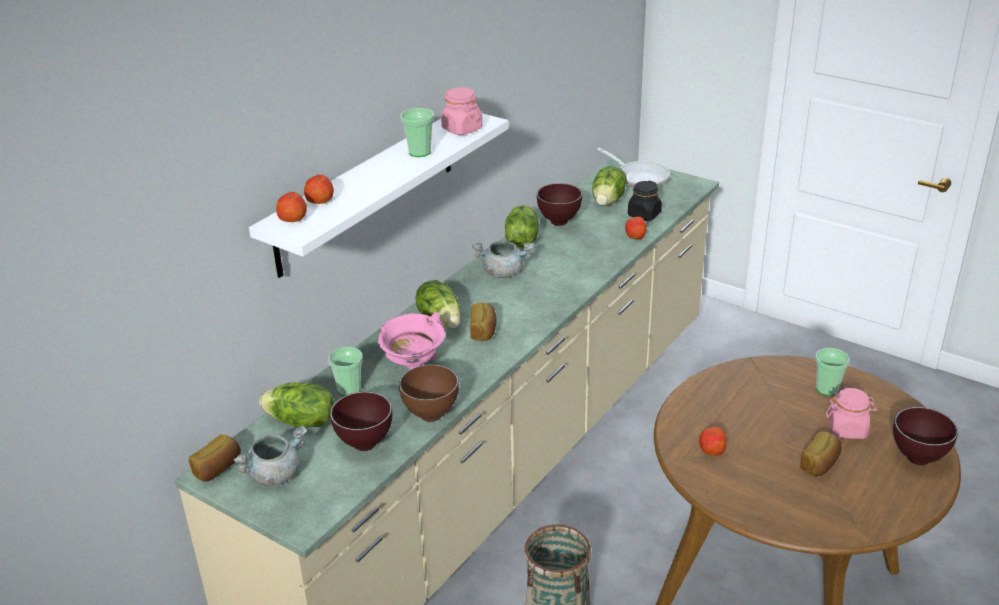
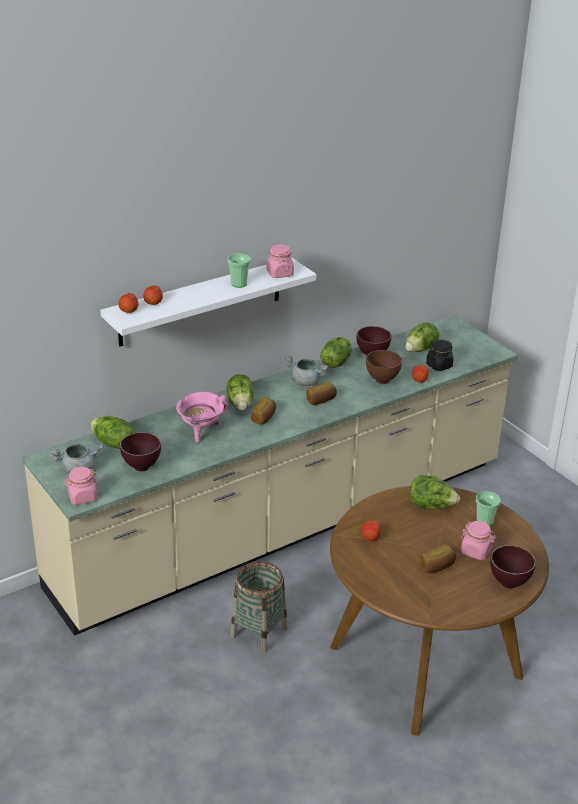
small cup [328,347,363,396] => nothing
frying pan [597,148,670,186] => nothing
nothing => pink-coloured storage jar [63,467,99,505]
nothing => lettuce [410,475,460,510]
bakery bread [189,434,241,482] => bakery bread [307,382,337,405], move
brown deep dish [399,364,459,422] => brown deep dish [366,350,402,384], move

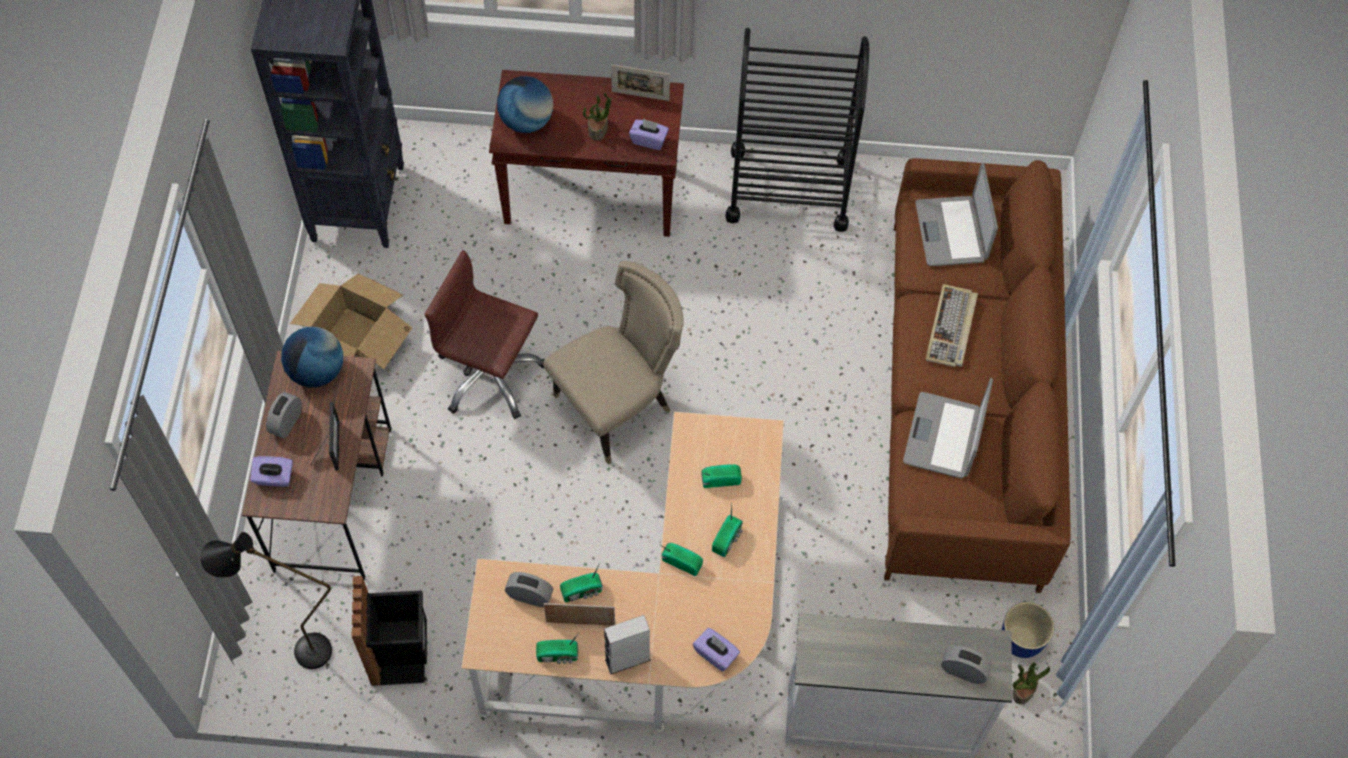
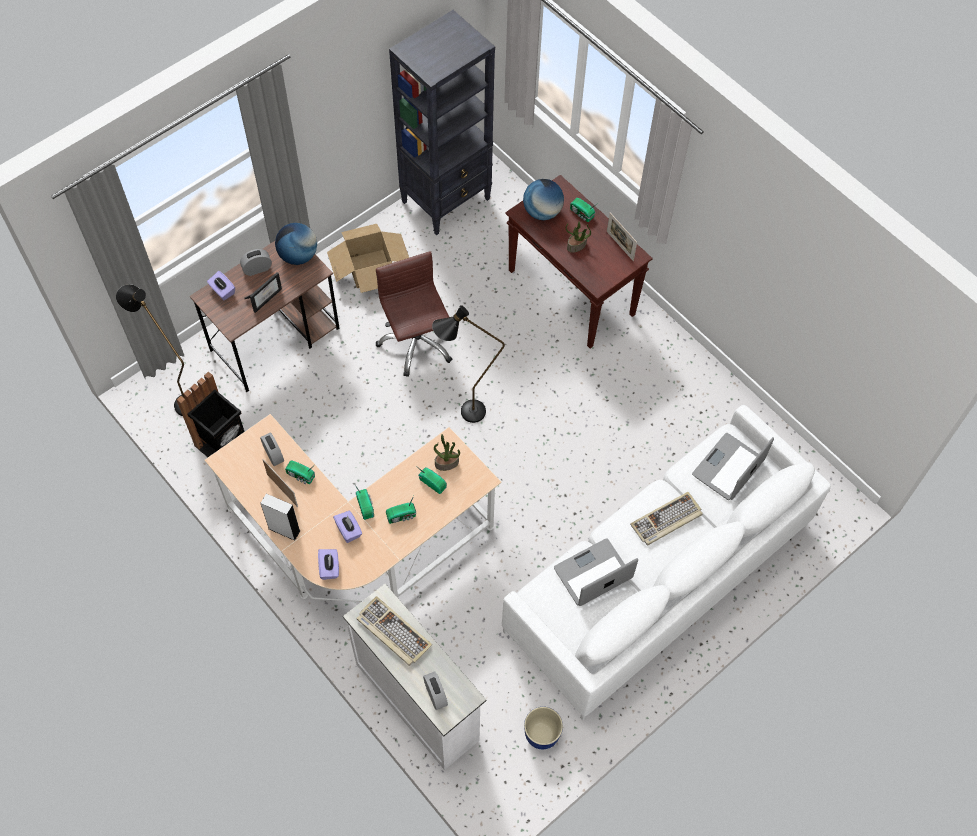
black-coloured cart [725,28,869,232] => nothing
nothing => PC keyboard [357,596,432,666]
radio set [536,633,579,664] => radio set [570,198,598,222], move
purple-coloured box of tissues [629,119,669,150] => purple-coloured box of tissues [333,511,362,543], move
plant in a pot [1012,662,1050,704] => plant in a pot [434,434,460,471], move
beige upright chair [543,261,684,465] => black-coloured floor lamp [432,305,505,423]
brown couch [884,158,1071,593] => whitish couch [502,405,831,720]

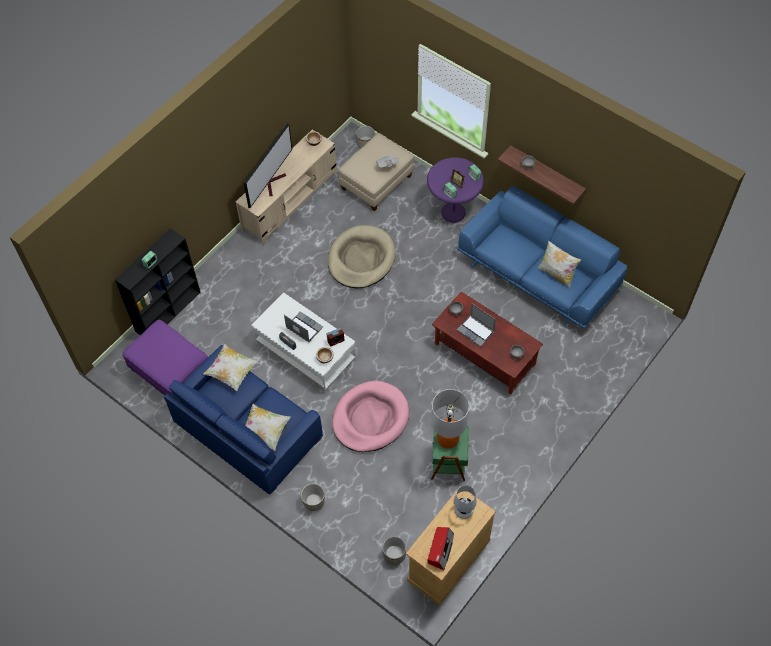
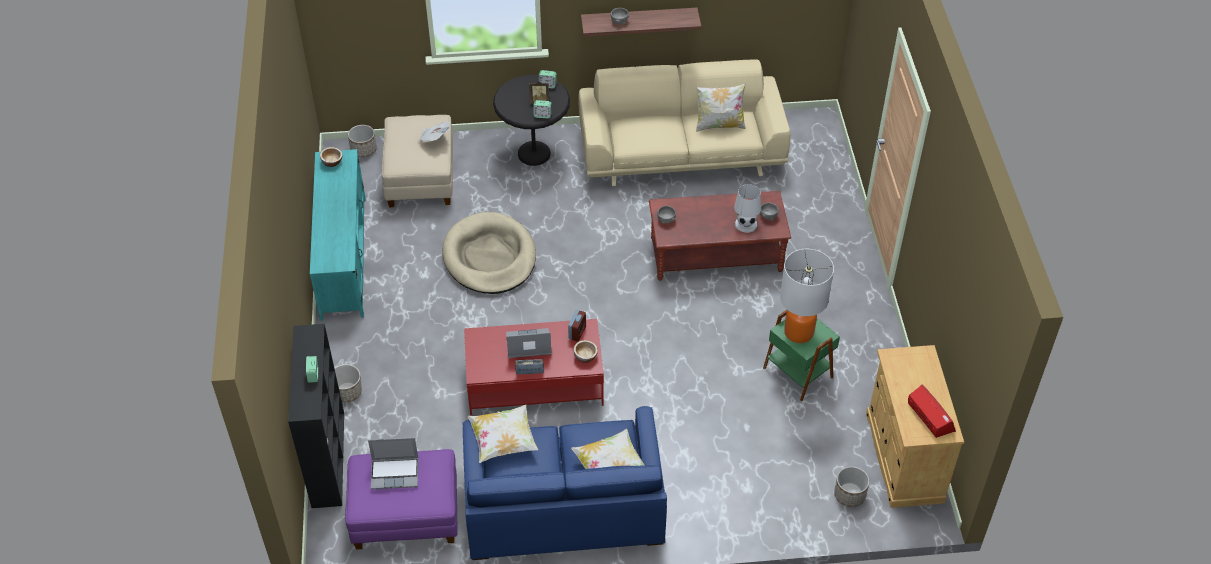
television [244,123,292,208] => nothing
pink-coloured pet bed [332,381,409,452] => nothing
planter [301,483,325,511] => planter [334,364,362,402], move
whitish tabletop lamp [454,485,477,519] => whitish tabletop lamp [734,184,761,233], move
notebook computer [457,303,496,347] => notebook computer [368,438,418,489], move
beige media console [236,130,337,245] => turquoise-coloured media console [310,149,365,321]
whitish coffee table [251,292,356,393] => reddish coffee table [464,319,604,416]
purple-coloured accent table [427,158,484,223] => black-coloured accent table [493,75,570,166]
blue couch [457,186,627,328] => beige couch [579,59,790,186]

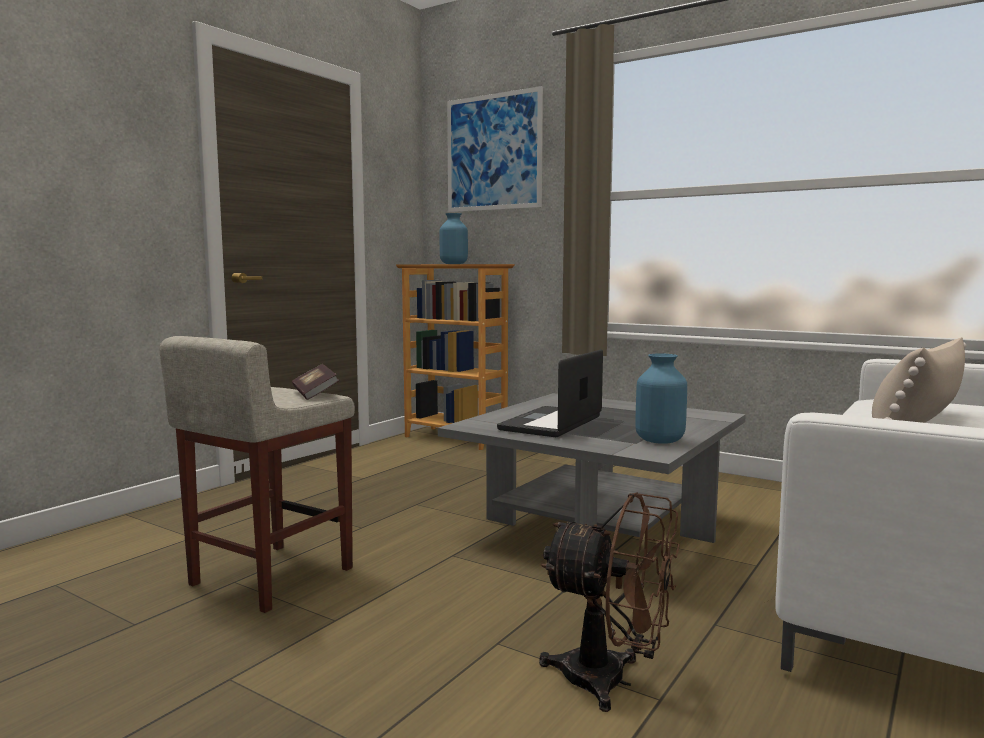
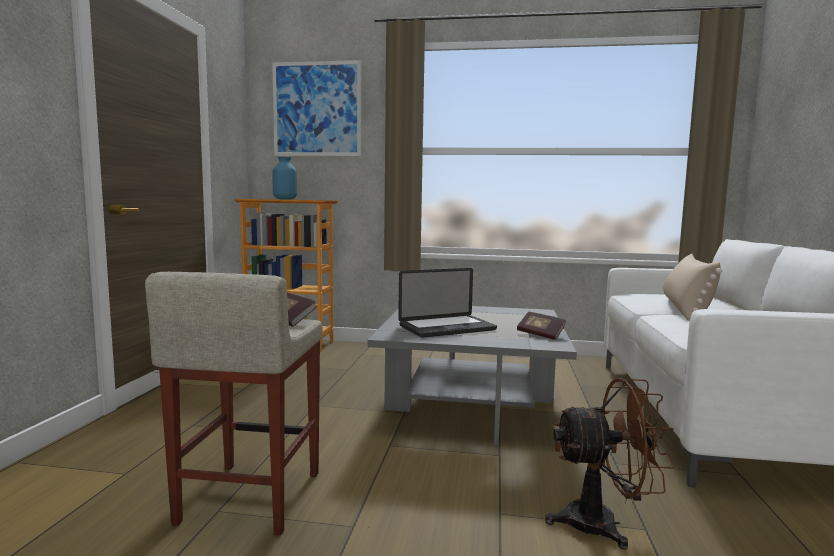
blue vase [635,353,687,444] => volume [517,312,566,340]
notebook computer [497,349,603,437] => notebook computer [398,268,497,338], 120 degrees counterclockwise

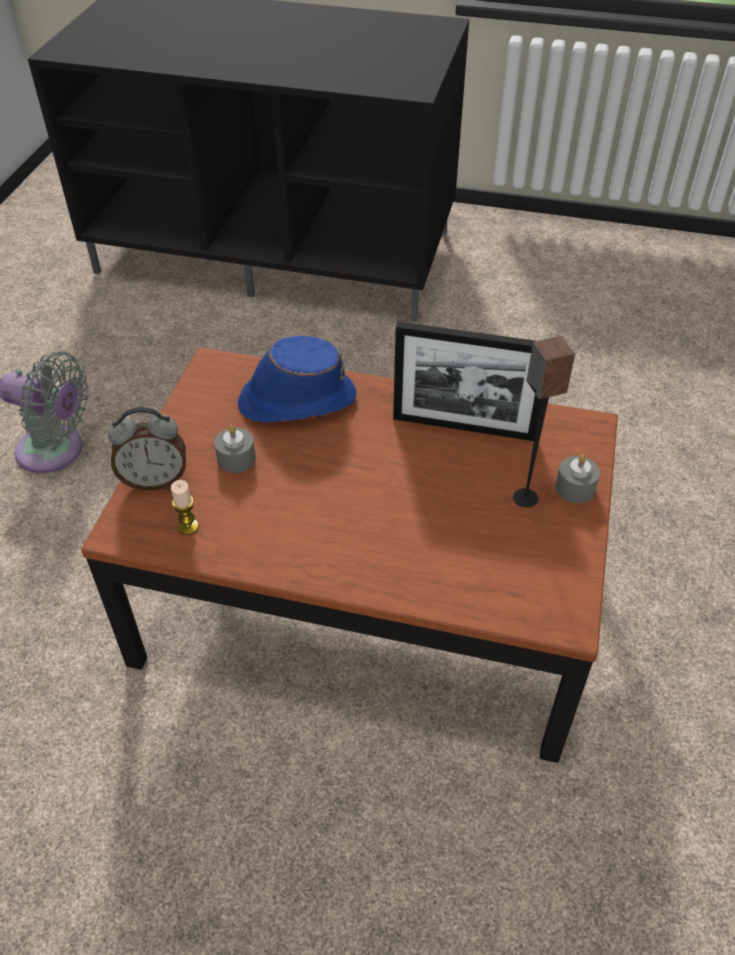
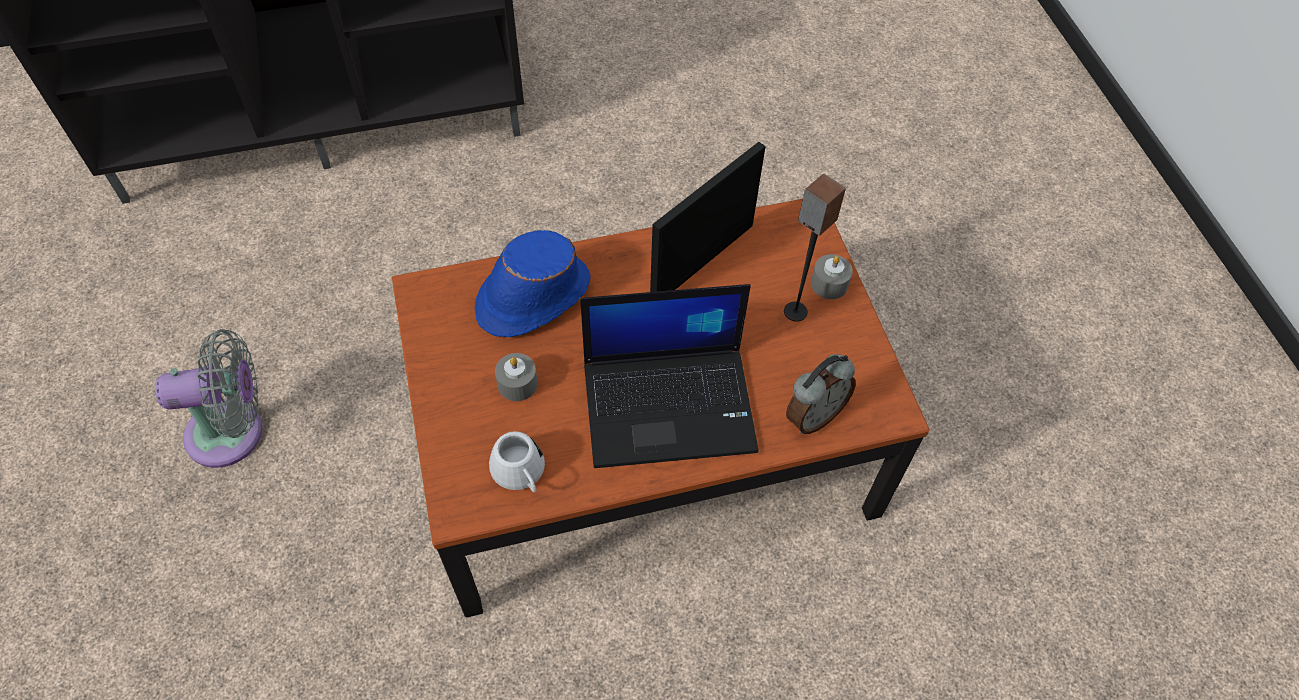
nothing => notebook computer [580,284,759,468]
alarm clock [108,407,186,491] => alarm clock [786,354,856,434], move
candle [171,480,199,535] => whitish mug [489,431,545,493]
standing frame [393,322,541,441] => standing frame [650,142,765,292], 150 degrees clockwise

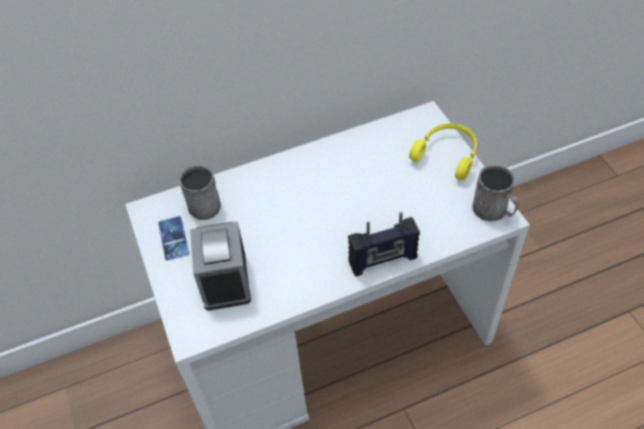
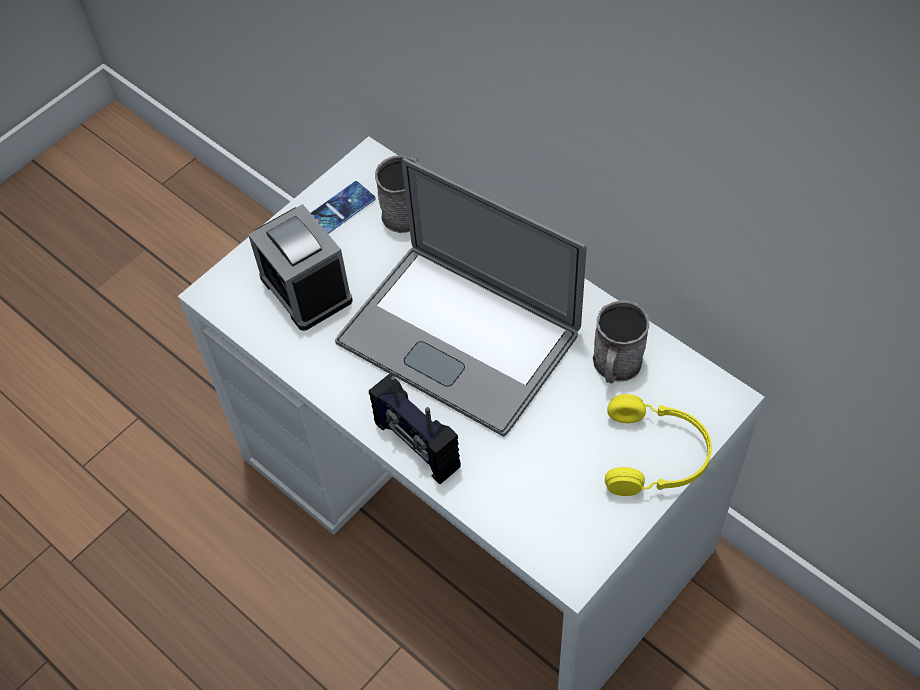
nothing => notebook computer [335,158,586,437]
grey mug [473,165,519,221] => grey mug [593,300,650,384], move
alarm clock [190,222,251,311] => alarm clock [248,204,352,331], 90 degrees counterclockwise

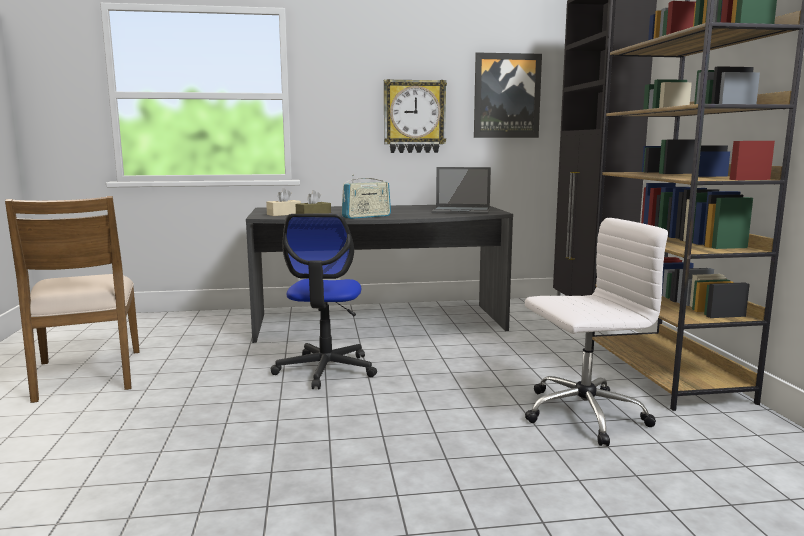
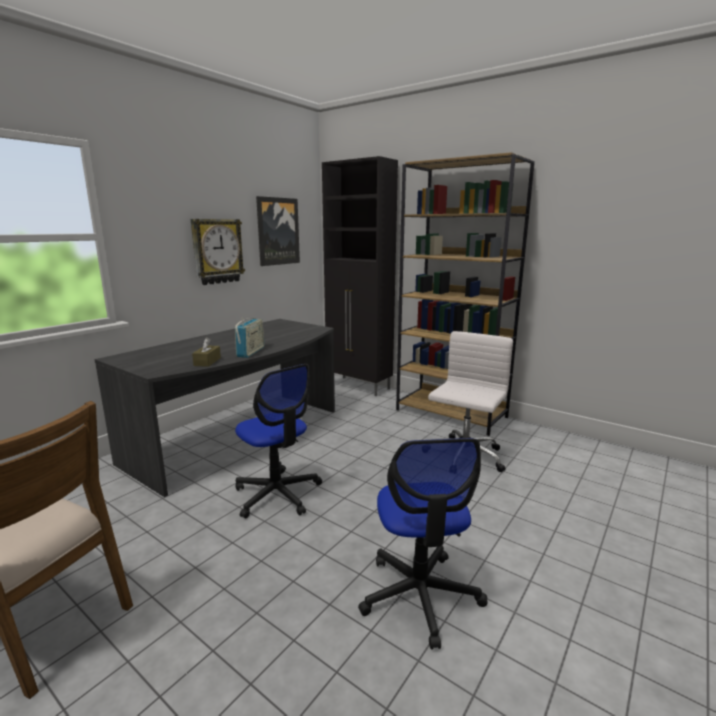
beige box of tissues [266,188,301,216] => nothing
notebook computer [431,167,491,214] => nothing
nothing => computer chair [358,438,487,650]

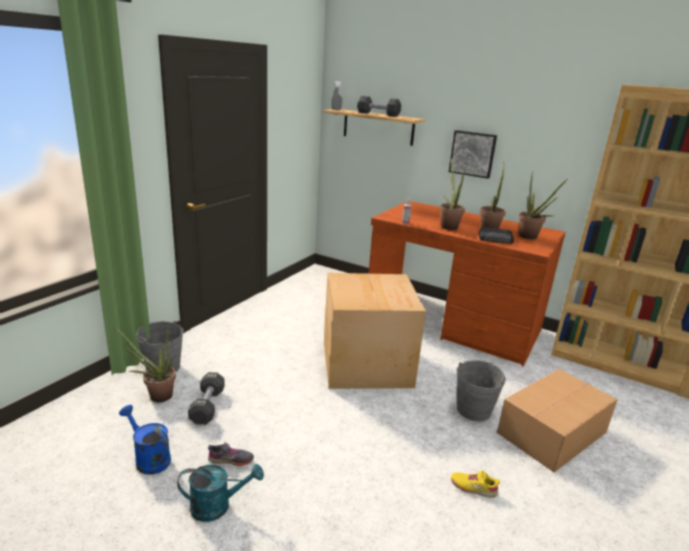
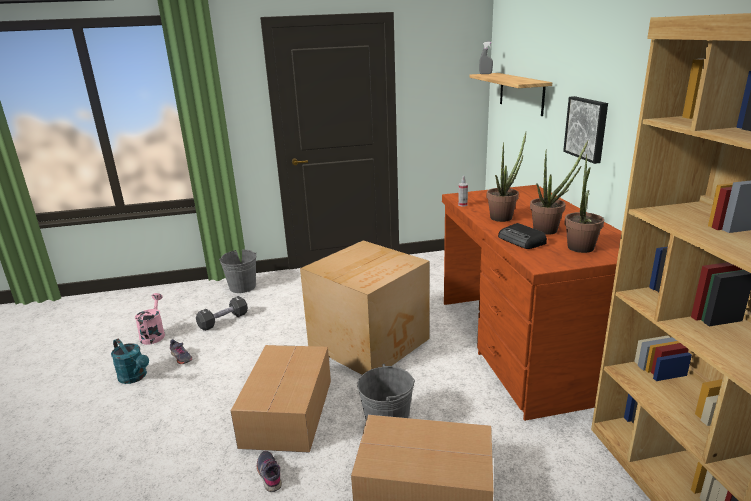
plant in a pot [114,327,176,402] => nothing
black-coloured hand weight [357,96,401,117] => nothing
nothing => carton [231,345,331,453]
blue sprinkling can [119,405,171,475] => pink-coloured sprinkling can [135,293,165,345]
yellow-coloured item of footwear [451,470,500,498] => grey item of footwear [257,451,282,492]

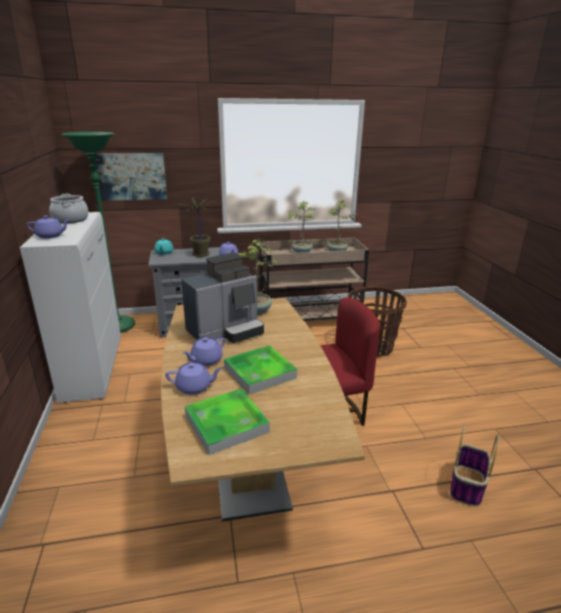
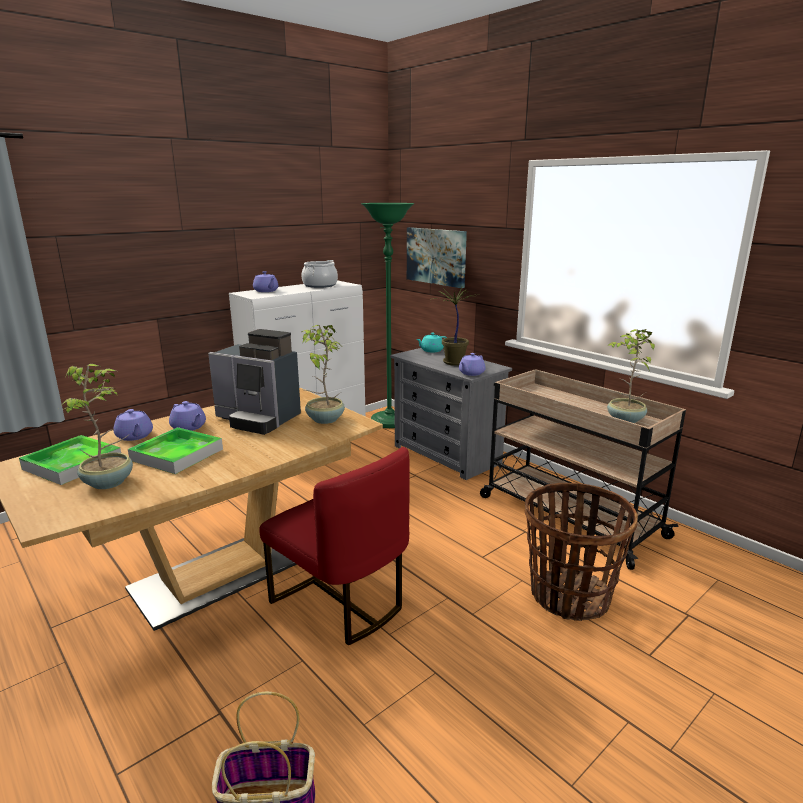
plant in a pot [288,200,315,253] => plant in a pot [60,364,133,489], move
purple-coloured pot for tea [182,337,226,366] => purple-coloured pot for tea [169,401,206,431], 150 degrees counterclockwise

